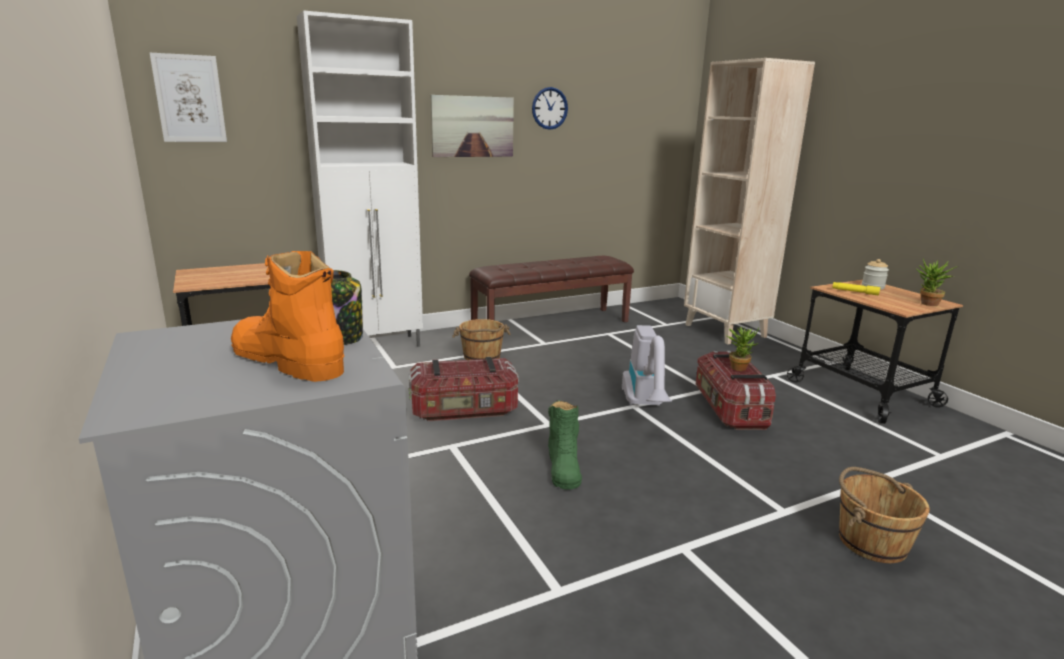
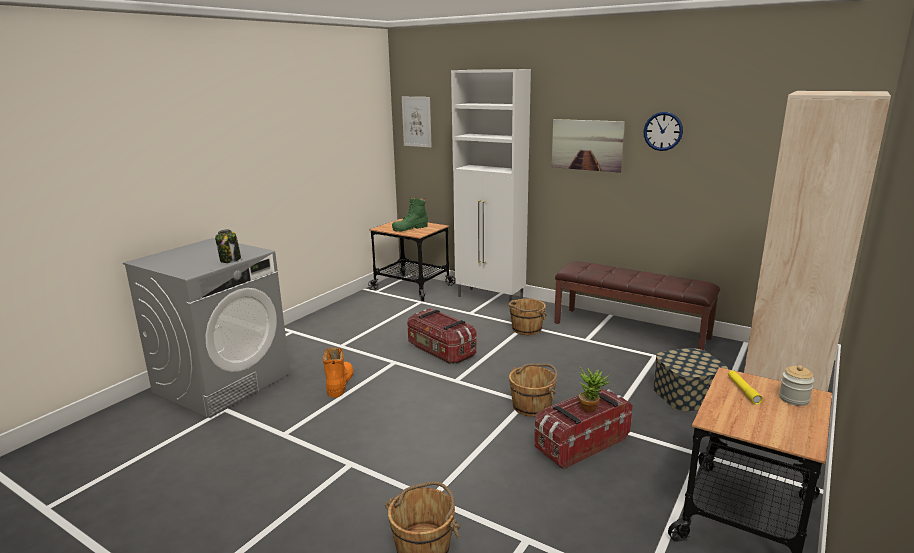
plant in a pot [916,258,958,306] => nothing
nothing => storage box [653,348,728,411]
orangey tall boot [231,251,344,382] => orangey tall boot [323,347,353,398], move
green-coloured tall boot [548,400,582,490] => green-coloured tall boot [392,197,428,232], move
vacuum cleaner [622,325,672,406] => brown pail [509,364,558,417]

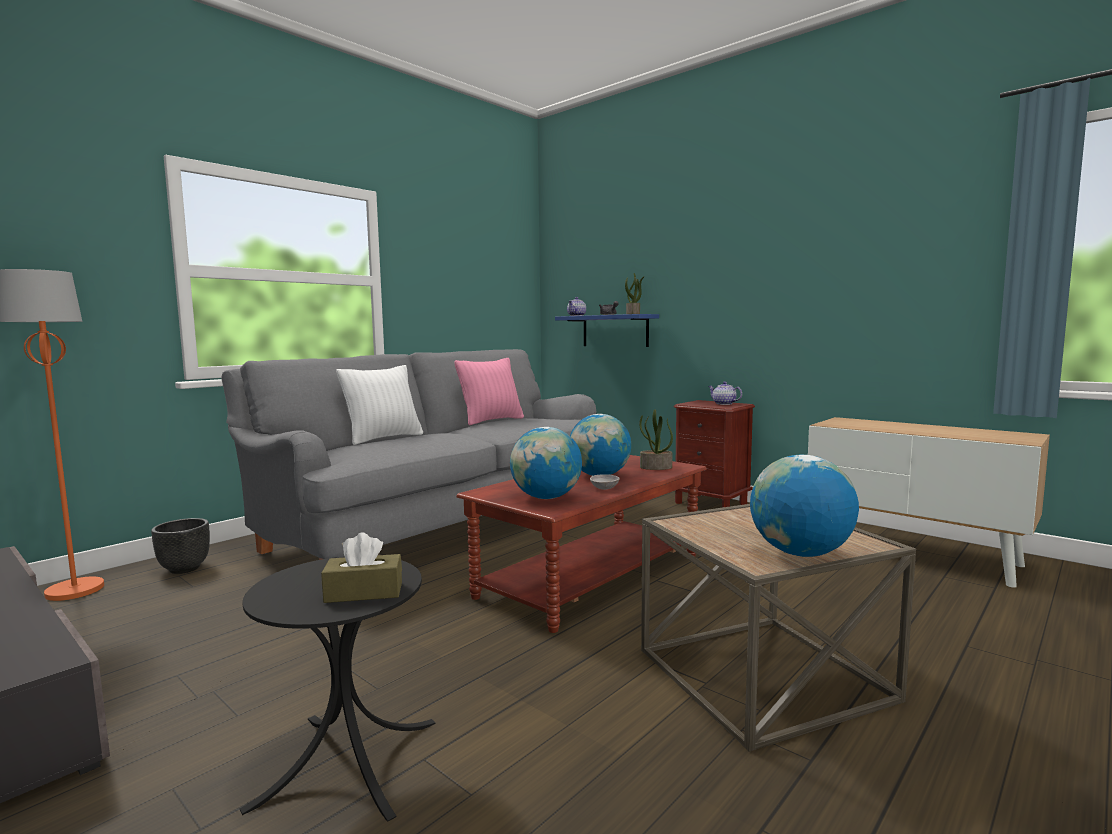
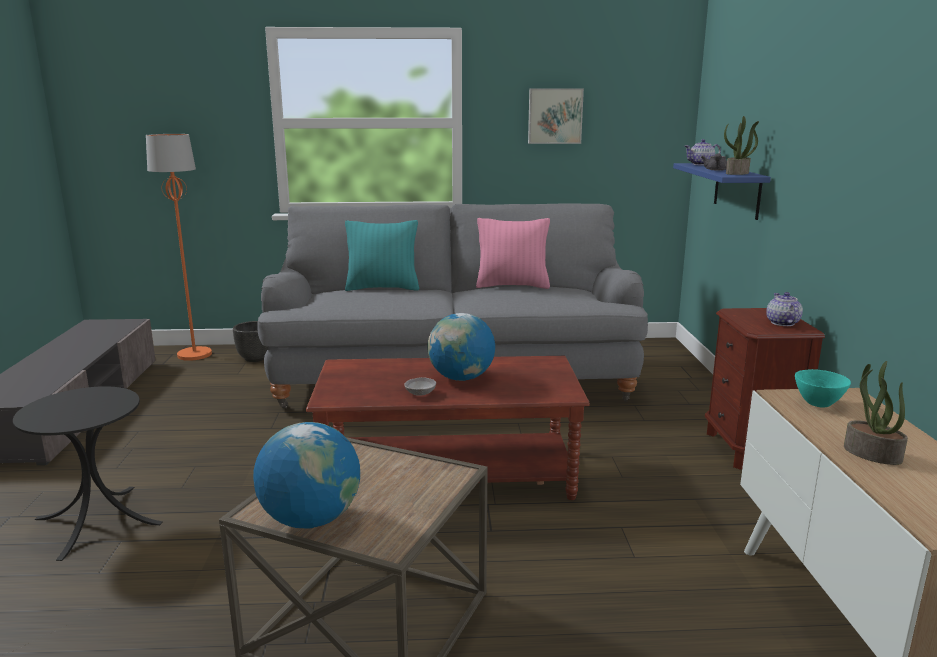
brown box of tissues [321,533,402,603] => nothing
world globe [510,427,582,499] => nothing
nothing => wall art [528,89,584,144]
nothing => turquoise-coloured deep dish [795,369,851,407]
plant in a pot [639,409,673,470] => plant in a pot [844,361,908,465], move
whitish cushion [336,365,423,445] => turquoise-coloured cushion [345,220,419,291]

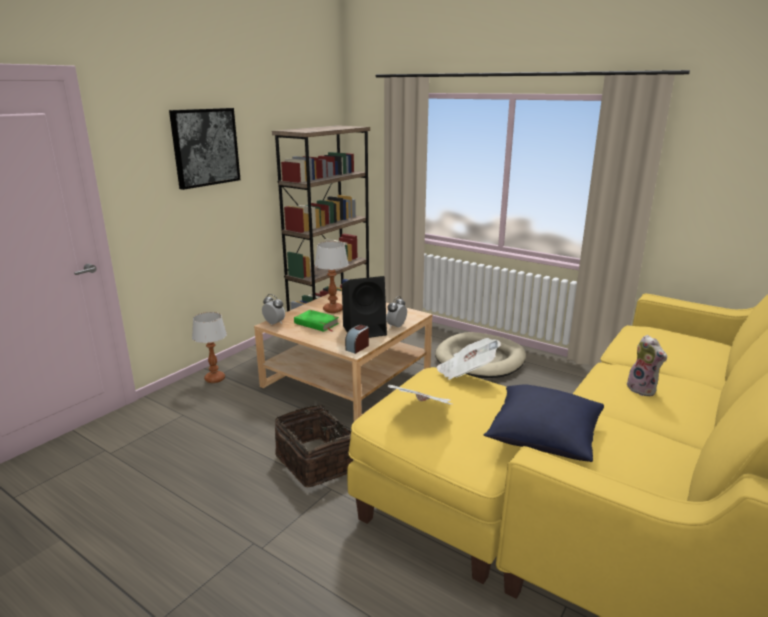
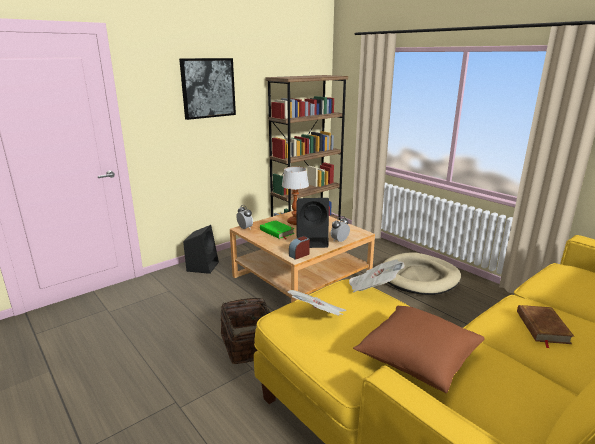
tabletop lamp [192,312,227,383] => black-coloured loudspeaker [183,225,219,274]
cuddly toy [623,335,667,396] => brown volume [517,305,574,349]
blue cushion [483,384,604,462] => brown cushion [353,306,485,393]

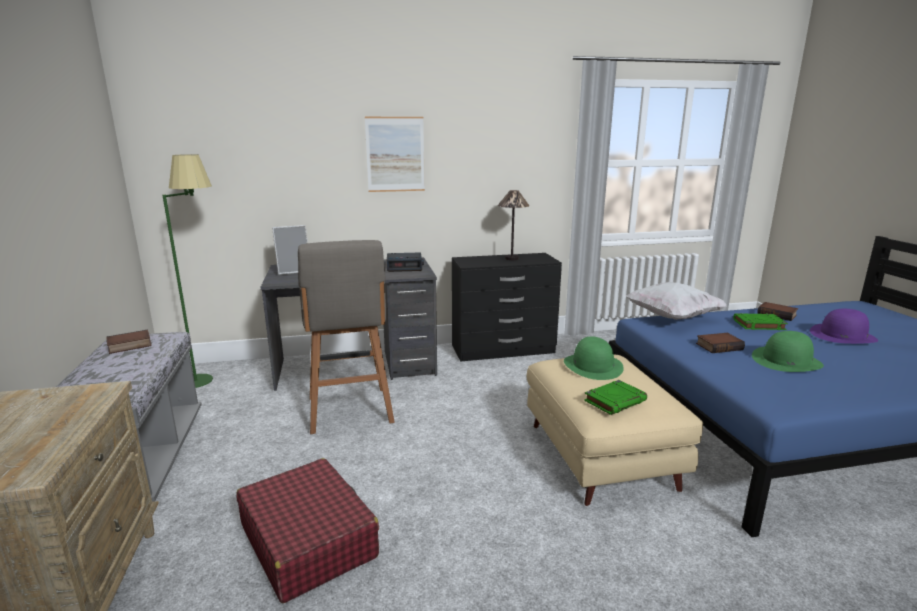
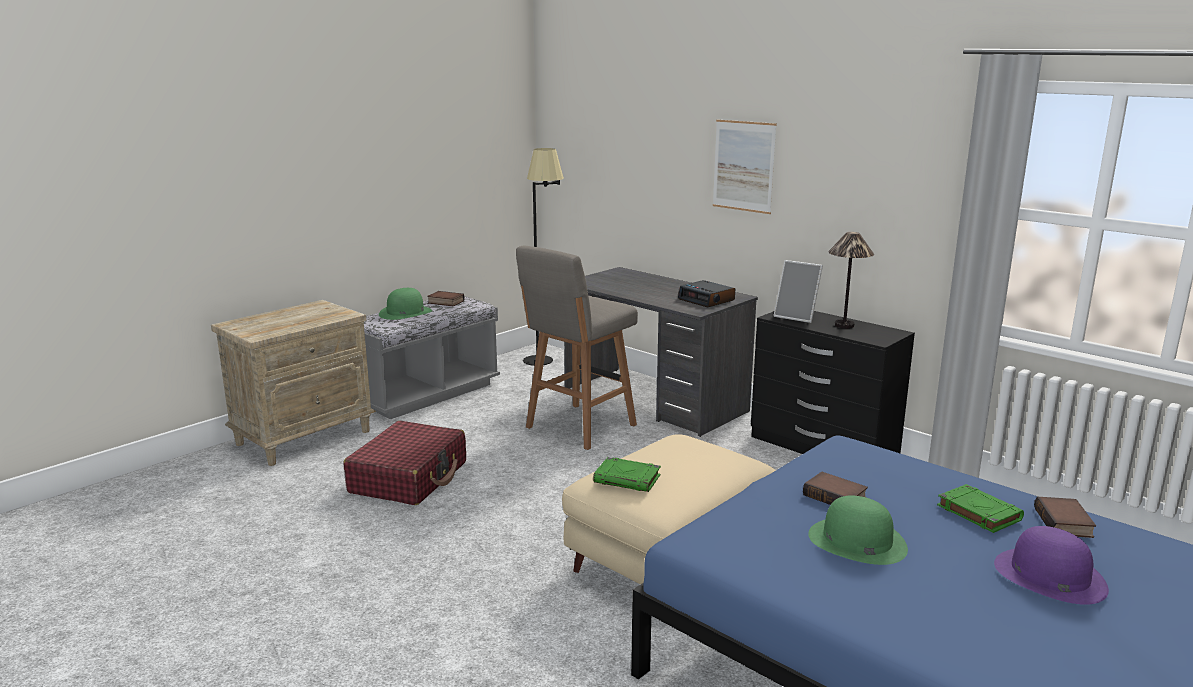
whitish cushion [626,282,727,320] => nothing
standing frame [272,225,308,275] => standing frame [774,260,823,323], move
green-coloured wearable hat [564,336,624,380] => green-coloured wearable hat [379,288,432,320], move
green-coloured floor lamp [162,154,213,388] => black-coloured floor lamp [523,148,564,366]

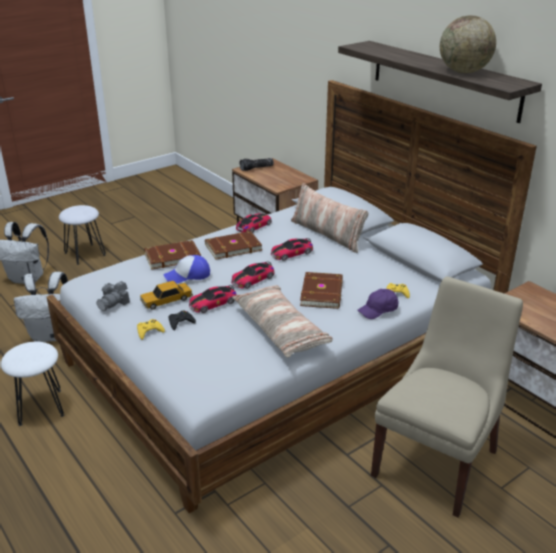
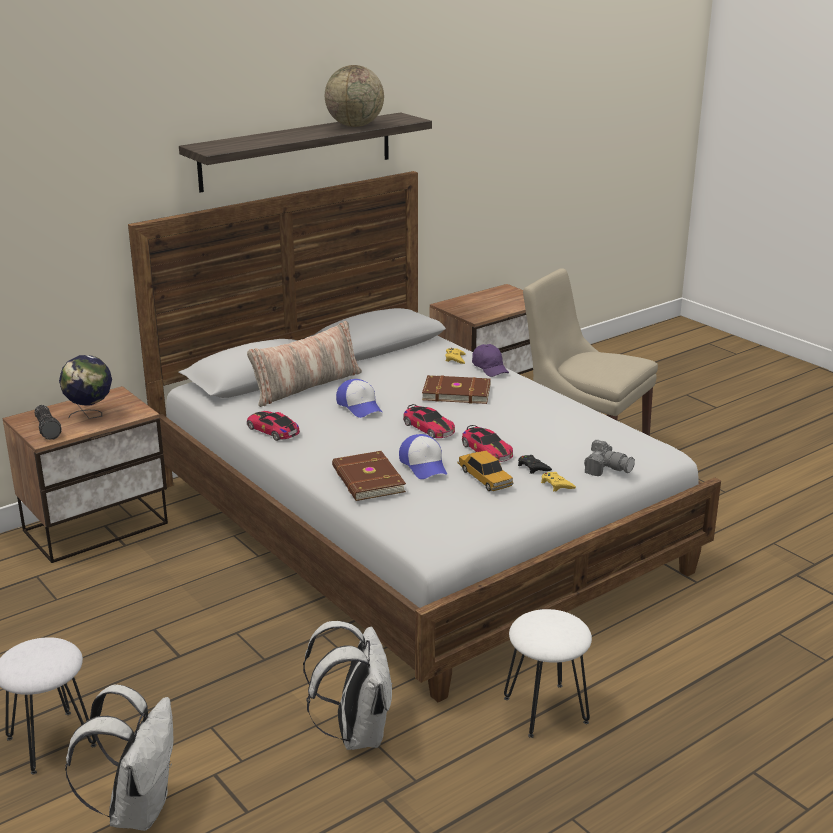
brown volume [205,231,262,260] => nothing
cushion [232,285,333,358] => nothing
nothing => world globe [59,355,112,419]
still camera [97,281,130,311] => still camera [584,440,635,476], move
toy car [271,238,313,261] => baseball cap [336,379,382,418]

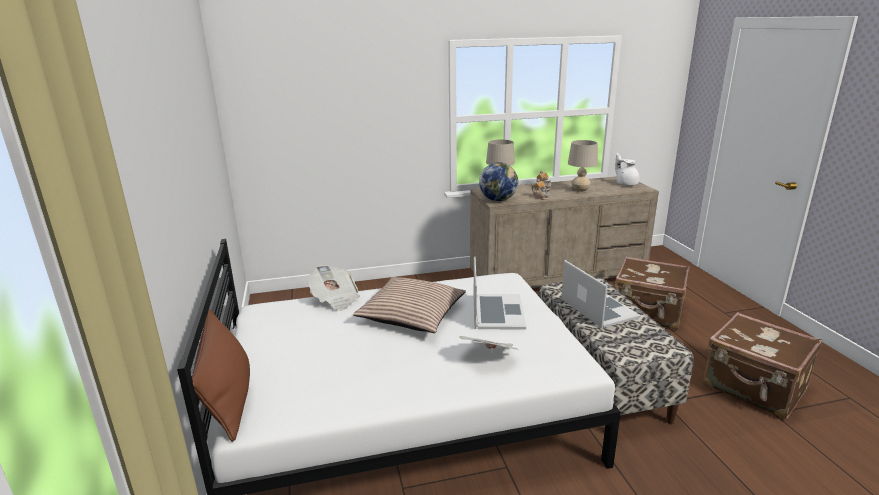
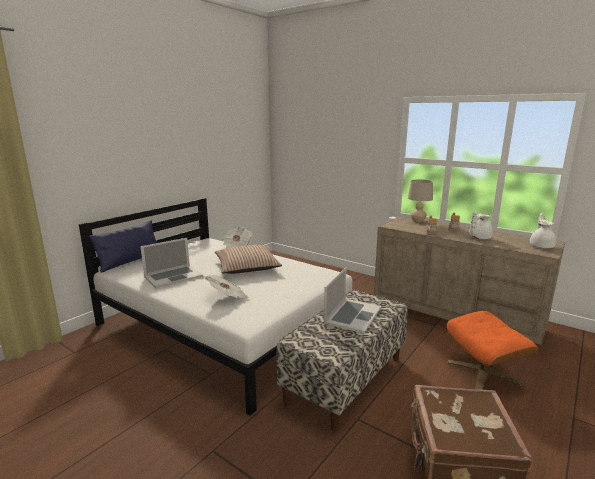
world globe [479,162,518,201] => nothing
notebook computer [474,257,526,330] => notebook computer [140,238,203,288], move
beige tabletop lamp [568,140,598,192] => whitish pot for tea [469,212,493,239]
brown piece of luggage [615,256,689,330] => orangey pouffe [447,311,538,390]
brown cushion [192,309,250,442] => blue cushion [89,220,157,273]

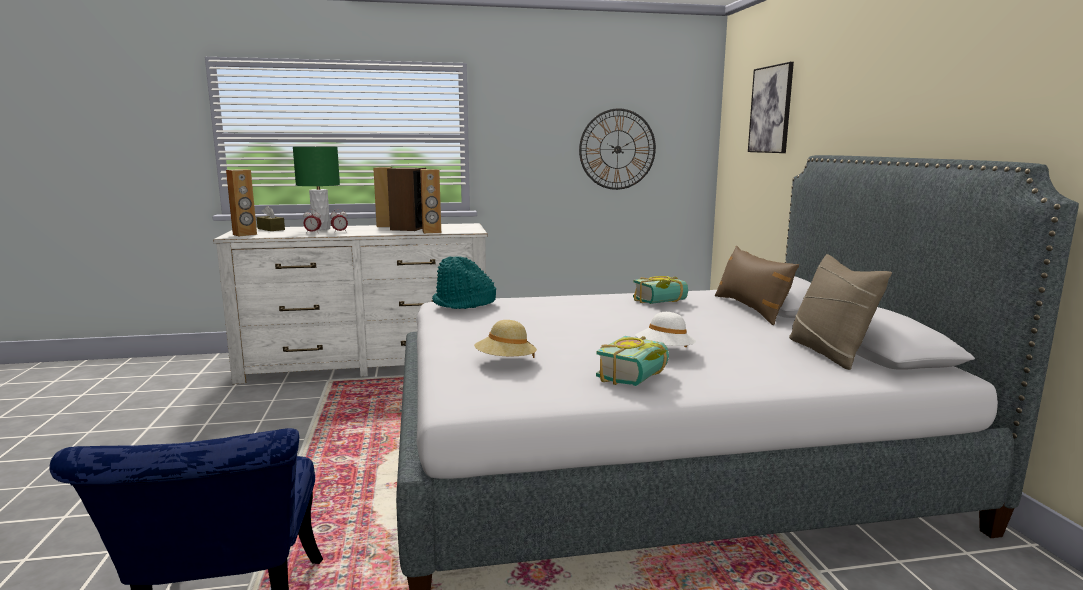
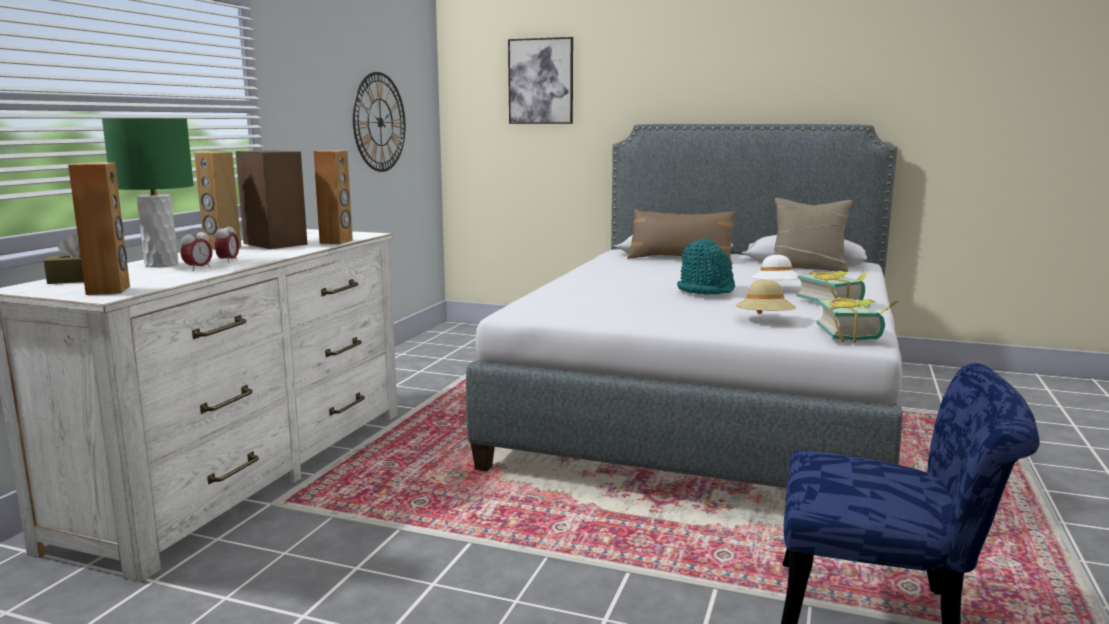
turquoise-coloured wearable hat [432,256,496,309] => turquoise-coloured wearable hat [677,238,735,294], move
volume [633,276,688,304] => volume [817,297,899,343], move

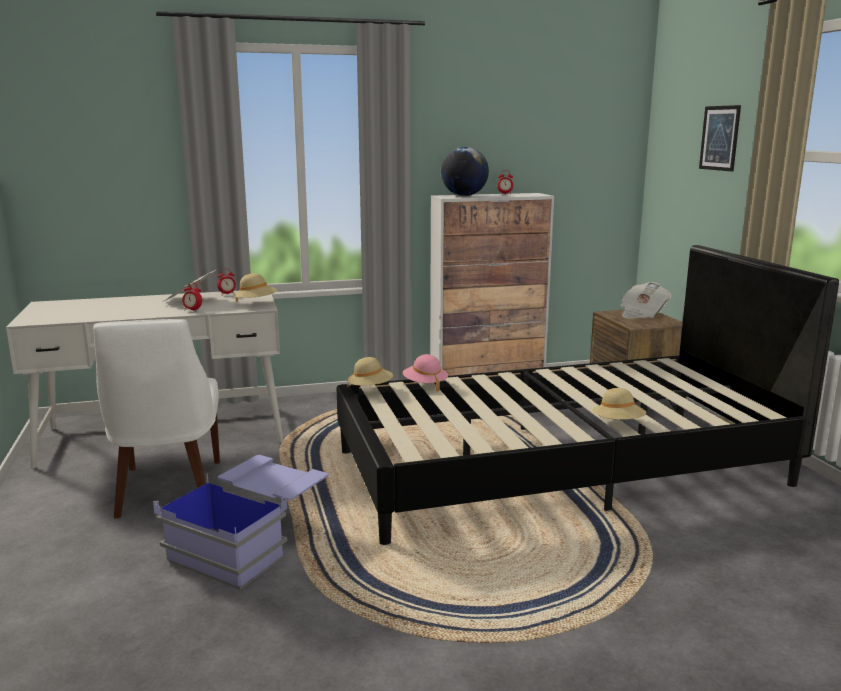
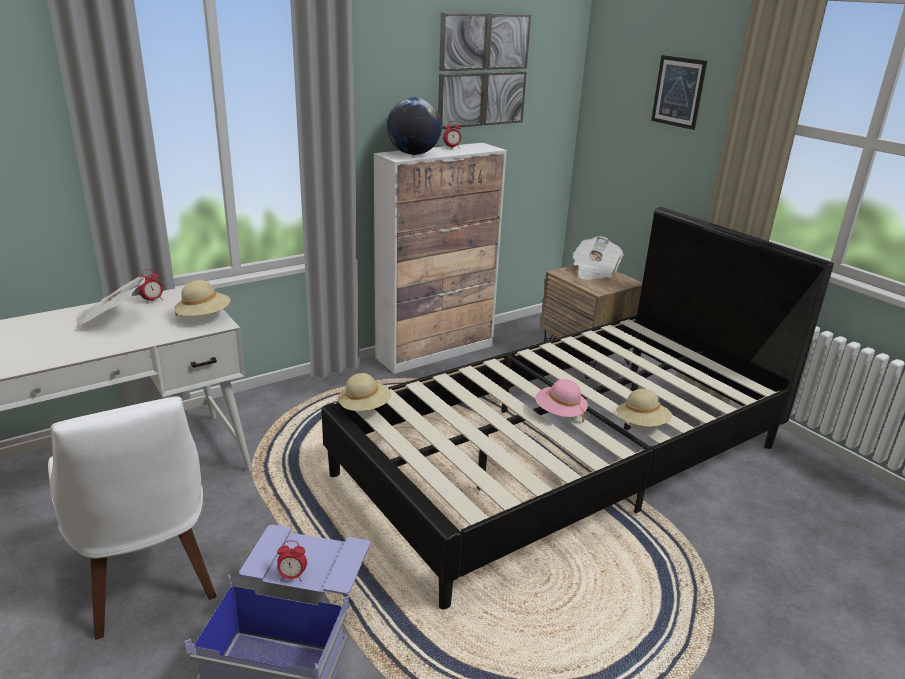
nothing => wall art [438,12,531,129]
alarm clock [182,283,202,311] => alarm clock [277,540,307,581], move
pink-coloured wearable hat [403,354,448,391] => pink-coloured wearable hat [536,379,588,422], move

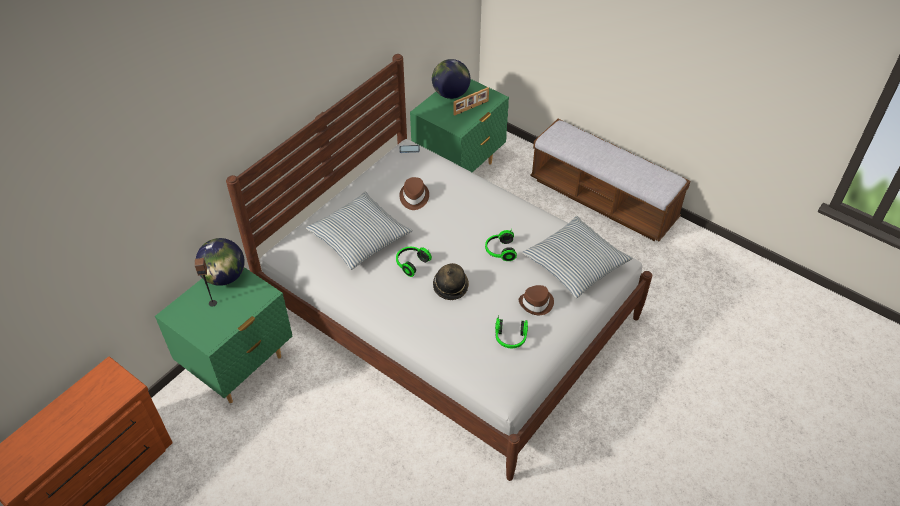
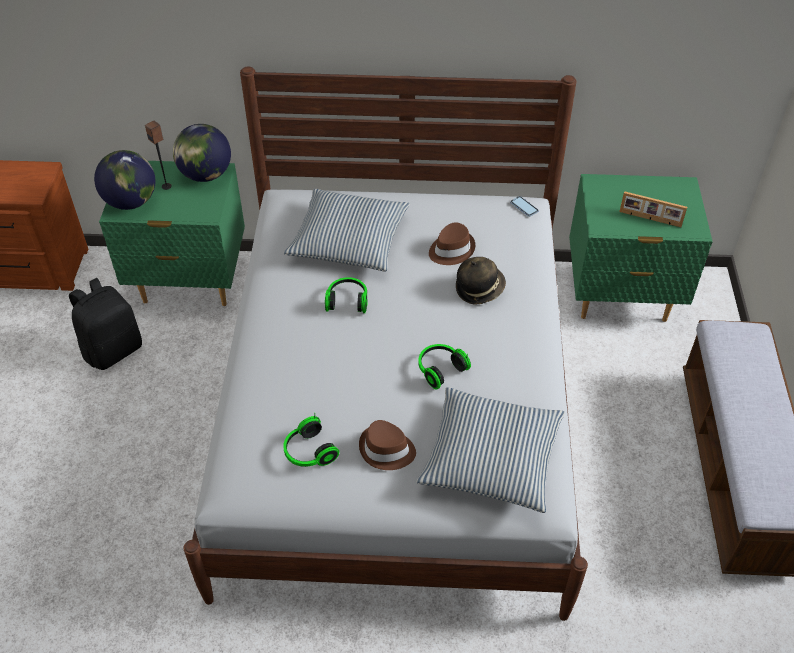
nothing => black-coloured rucksack [69,278,142,370]
world globe [432,59,471,99] => world globe [94,150,156,210], move
wearable hat [433,263,469,300] => wearable hat [456,257,506,305], move

